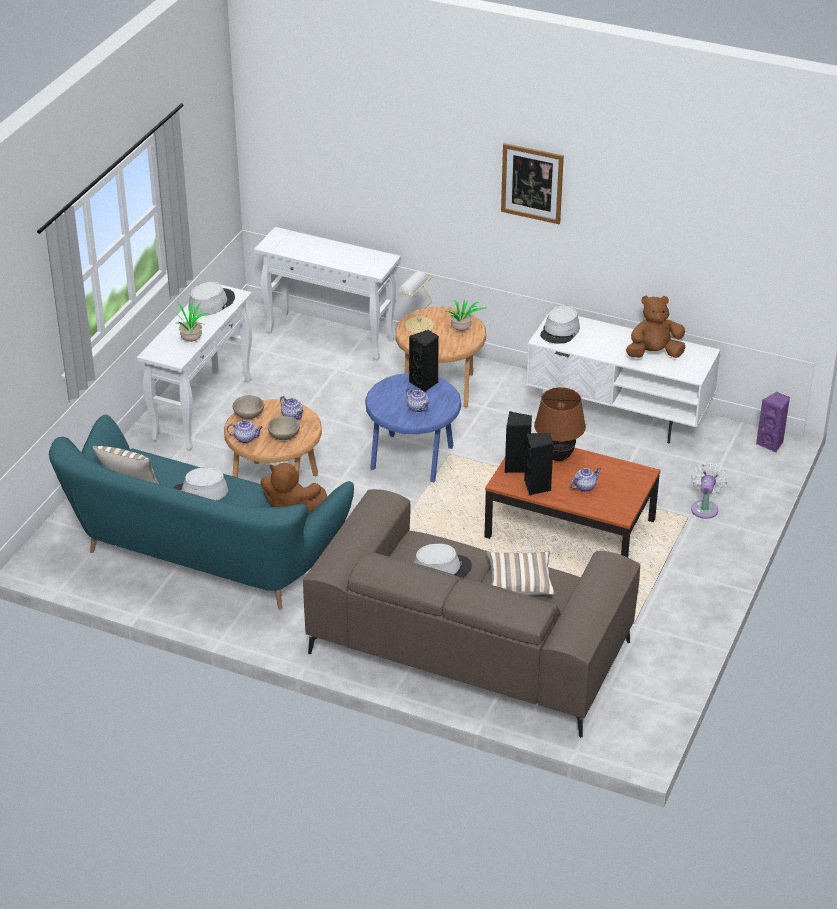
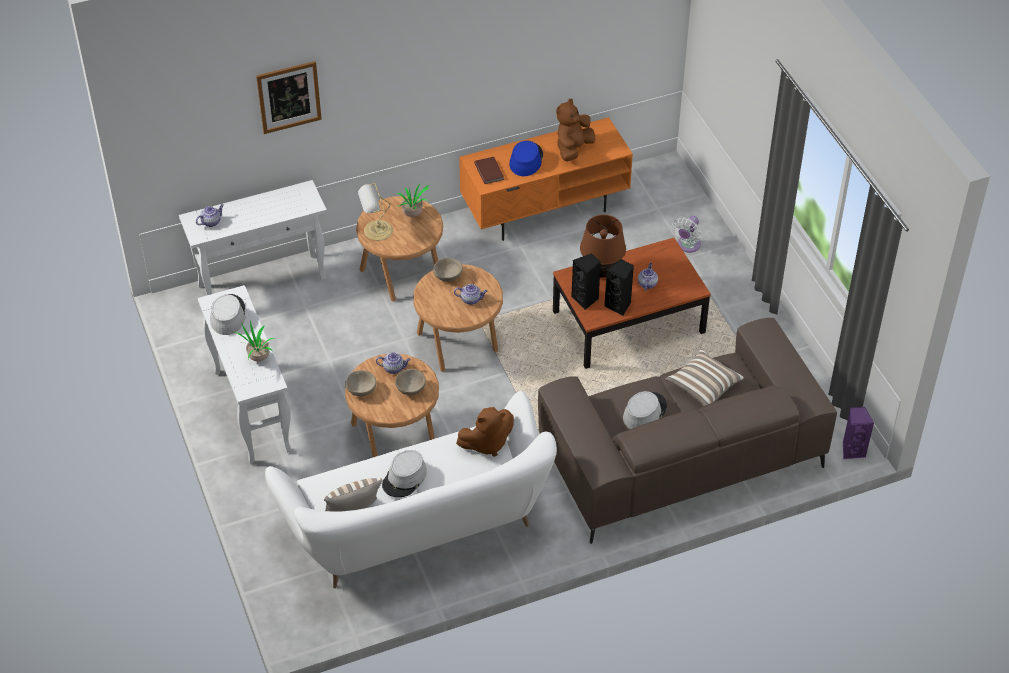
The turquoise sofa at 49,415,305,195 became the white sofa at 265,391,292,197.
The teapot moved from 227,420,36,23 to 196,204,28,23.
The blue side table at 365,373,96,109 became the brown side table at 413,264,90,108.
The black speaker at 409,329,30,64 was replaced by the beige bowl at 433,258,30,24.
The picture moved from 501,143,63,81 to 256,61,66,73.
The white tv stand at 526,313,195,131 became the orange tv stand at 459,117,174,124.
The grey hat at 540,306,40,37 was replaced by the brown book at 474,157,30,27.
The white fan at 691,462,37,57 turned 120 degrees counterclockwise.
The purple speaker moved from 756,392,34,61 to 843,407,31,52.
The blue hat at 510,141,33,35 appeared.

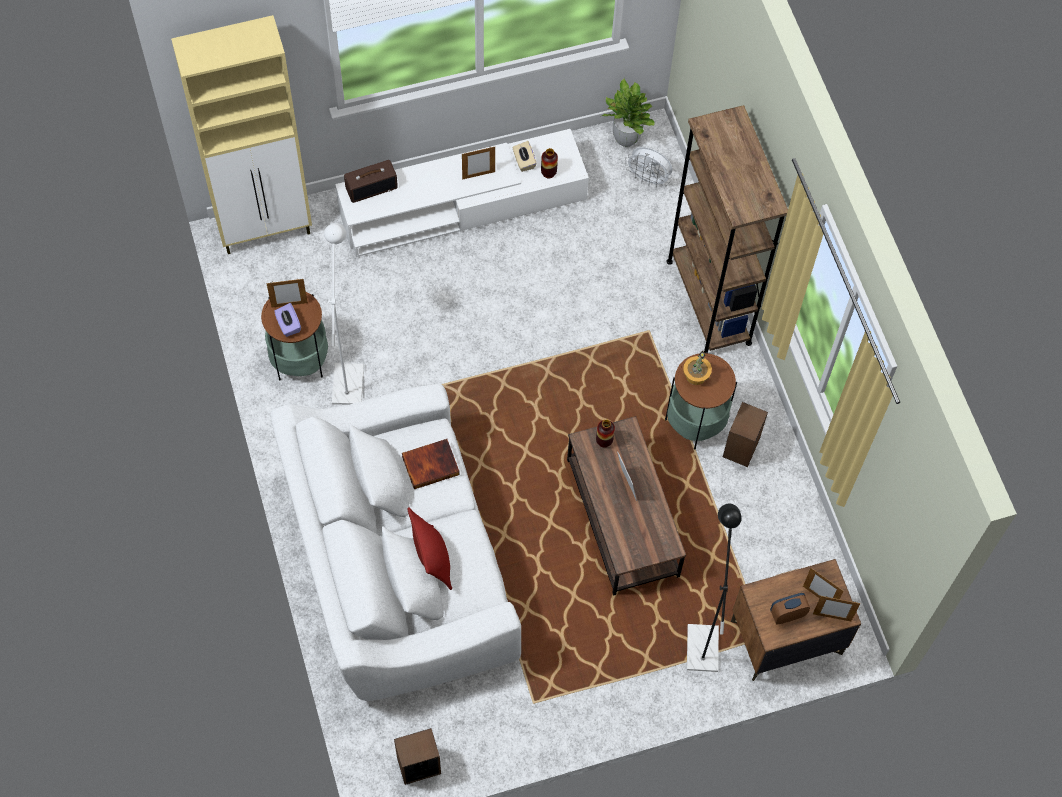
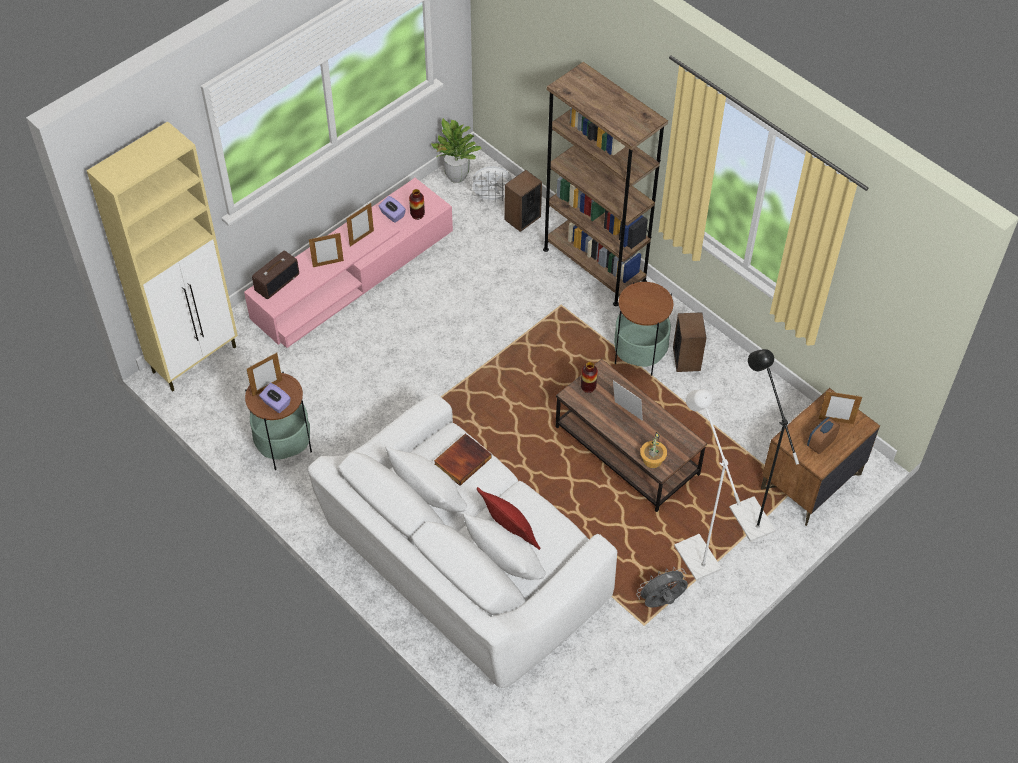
The white floor lamp moved from 324,223,40,182 to 674,389,67,192.
The white tv stand at 335,129,254,128 became the pink tv stand at 244,178,209,170.
The speaker moved from 394,728,47,57 to 505,170,37,62.
The beige tissue box at 512,141,25,31 became the purple tissue box at 379,196,27,27.
The potted plant moved from 683,351,29,34 to 640,432,27,36.
The picture frame moved from 813,596,47,25 to 309,233,35,34.
The grey fan at 636,567,52,40 appeared.

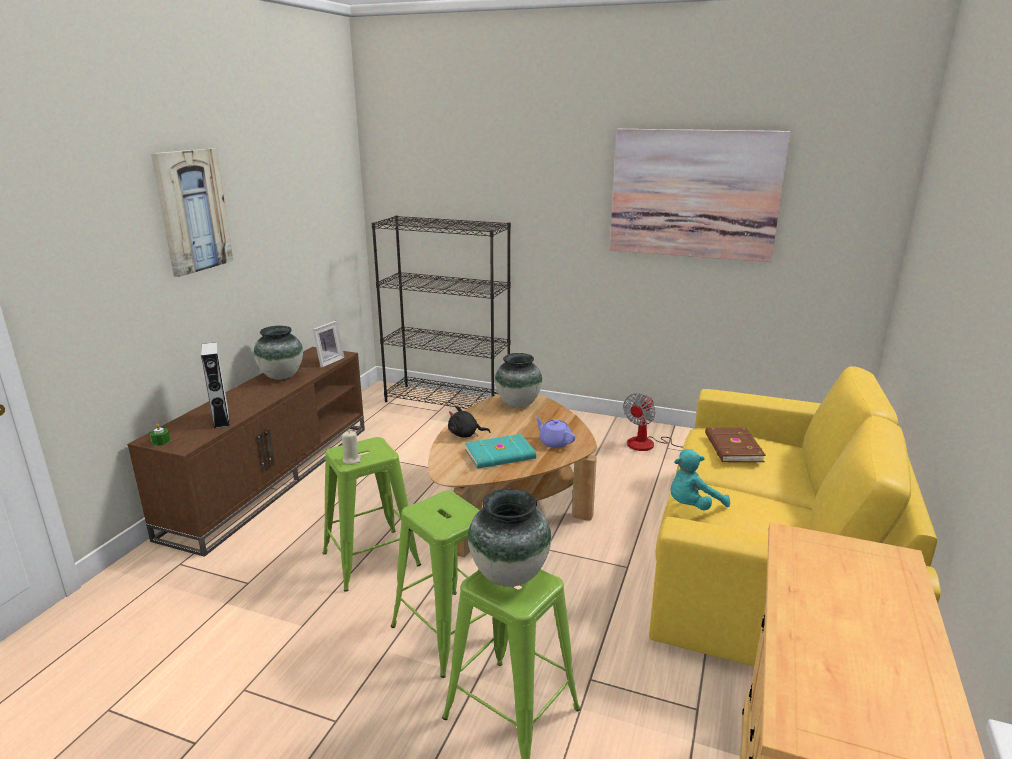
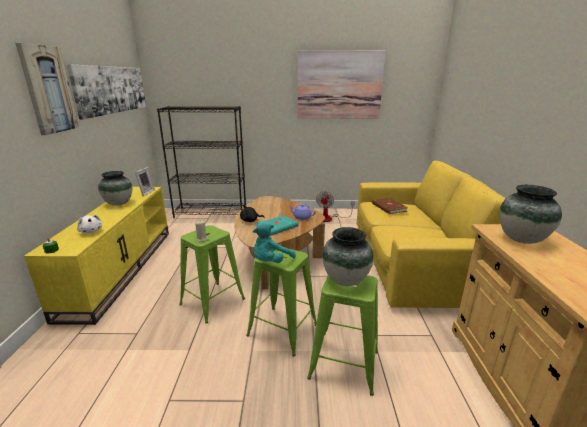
The brown tv stand at 127,347,238,210 became the yellow tv stand at 24,187,145,138.
The grey speaker at 201,342,29,86 was replaced by the white plush toy at 77,215,25,19.
The vase moved from 495,353,47,55 to 499,185,63,59.
The turquoise plush toy moved from 670,449,60,61 to 253,221,43,42.
The picture at 66,64,80,56 appeared.

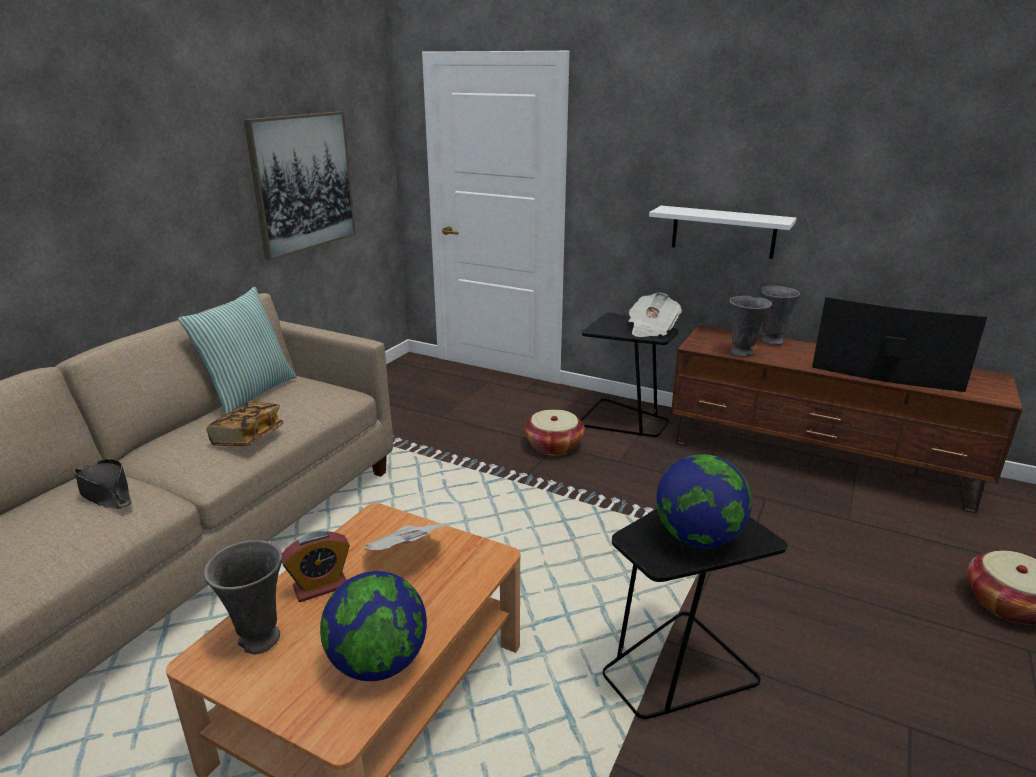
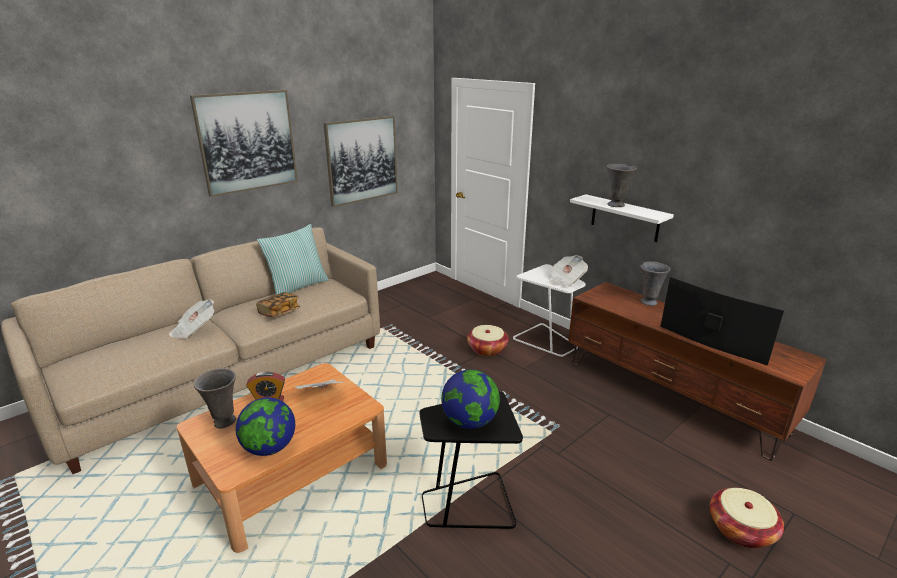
The black hat at 74,459,58,50 was replaced by the newspaper at 169,299,46,40.
The black side table at 580,312,98,125 became the white side table at 513,264,73,93.
The grey vase moved from 729,296,43,61 to 607,164,30,43.
The picture at 190,90,108,107 appeared.

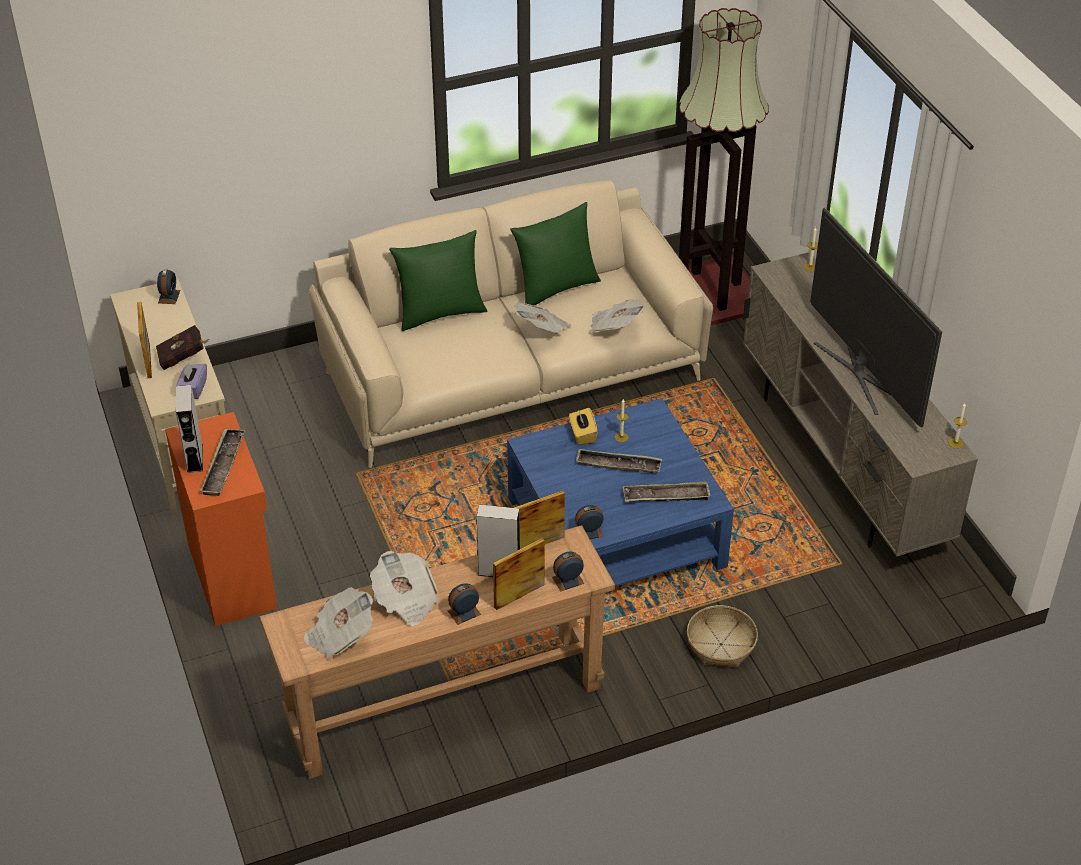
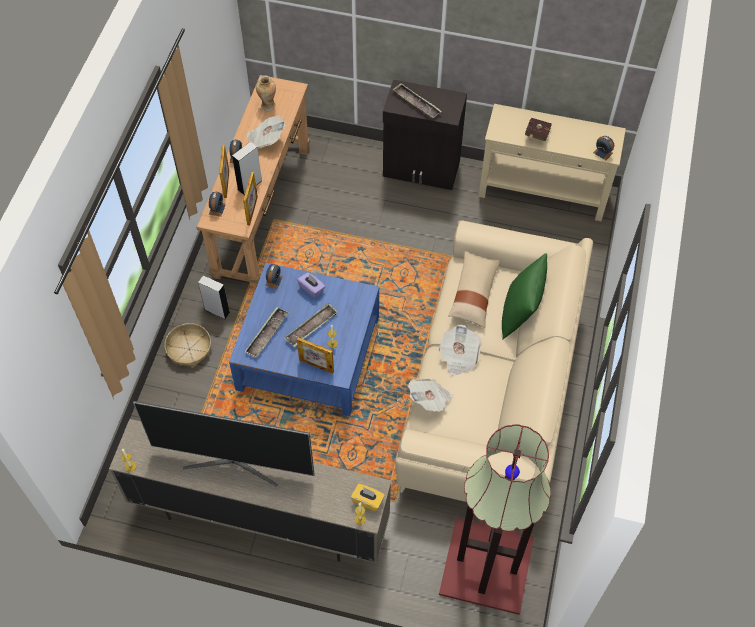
The picture frame moved from 137,302,15,76 to 297,337,37,37.
The orange cabinet at 165,412,112,214 became the black cabinet at 383,80,84,110.
The purple tissue box moved from 176,362,31,37 to 297,272,28,26.
The grey speaker moved from 176,385,27,88 to 198,275,32,44.
The newspaper at 304,587,69,72 was replaced by the vase at 256,75,20,36.
The green pillow at 510,202,91,103 disappeared.
The yellow tissue box moved from 569,408,29,37 to 351,484,34,28.
The beige pillow at 448,250,53,78 appeared.

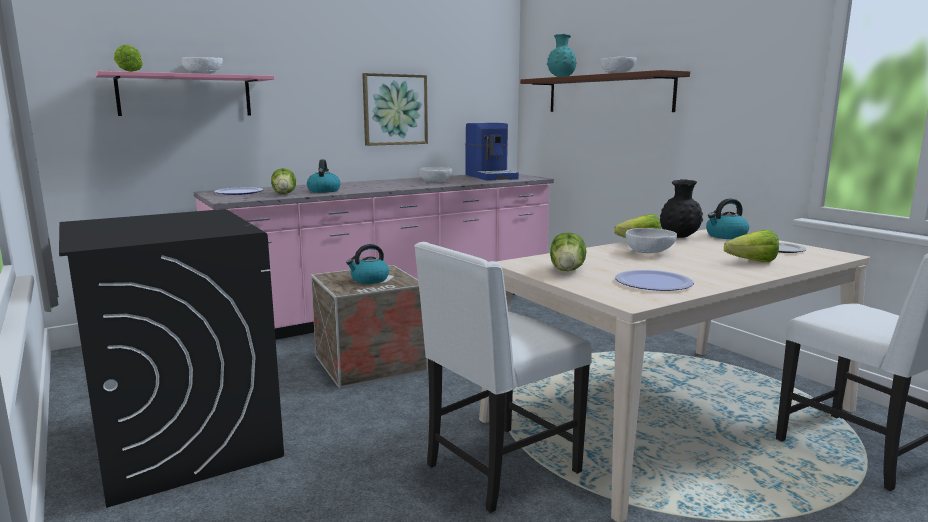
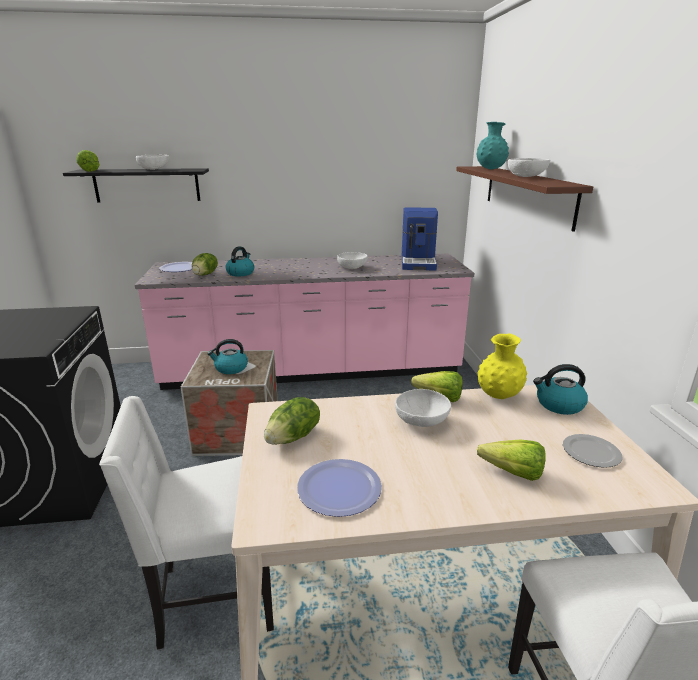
The pink shelf at 95,71,179,45 became the black shelf at 63,168,146,35.
The picture at 362,73,66,73 disappeared.
The black vase at 660,179,43,59 became the yellow vase at 477,333,50,66.

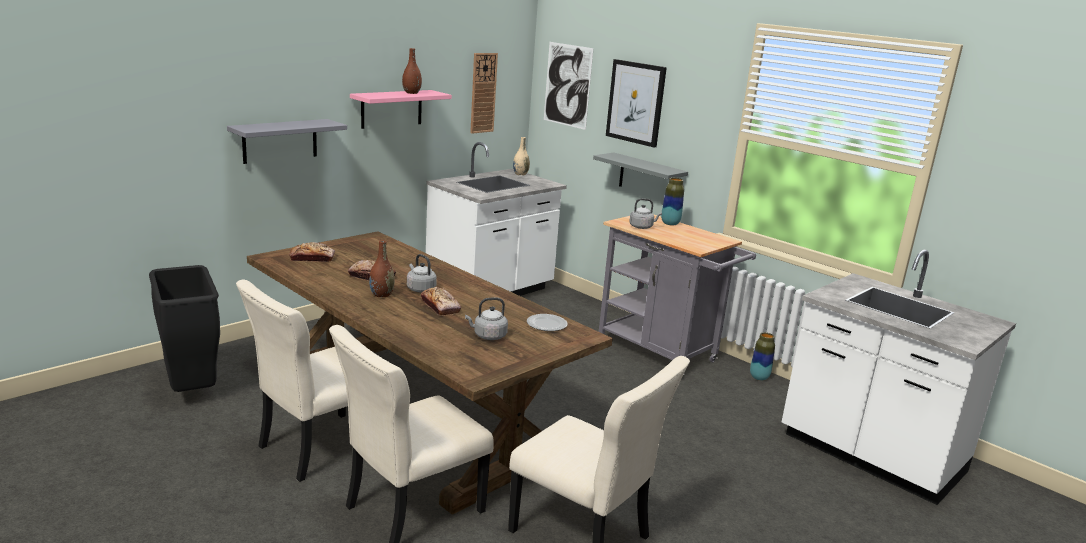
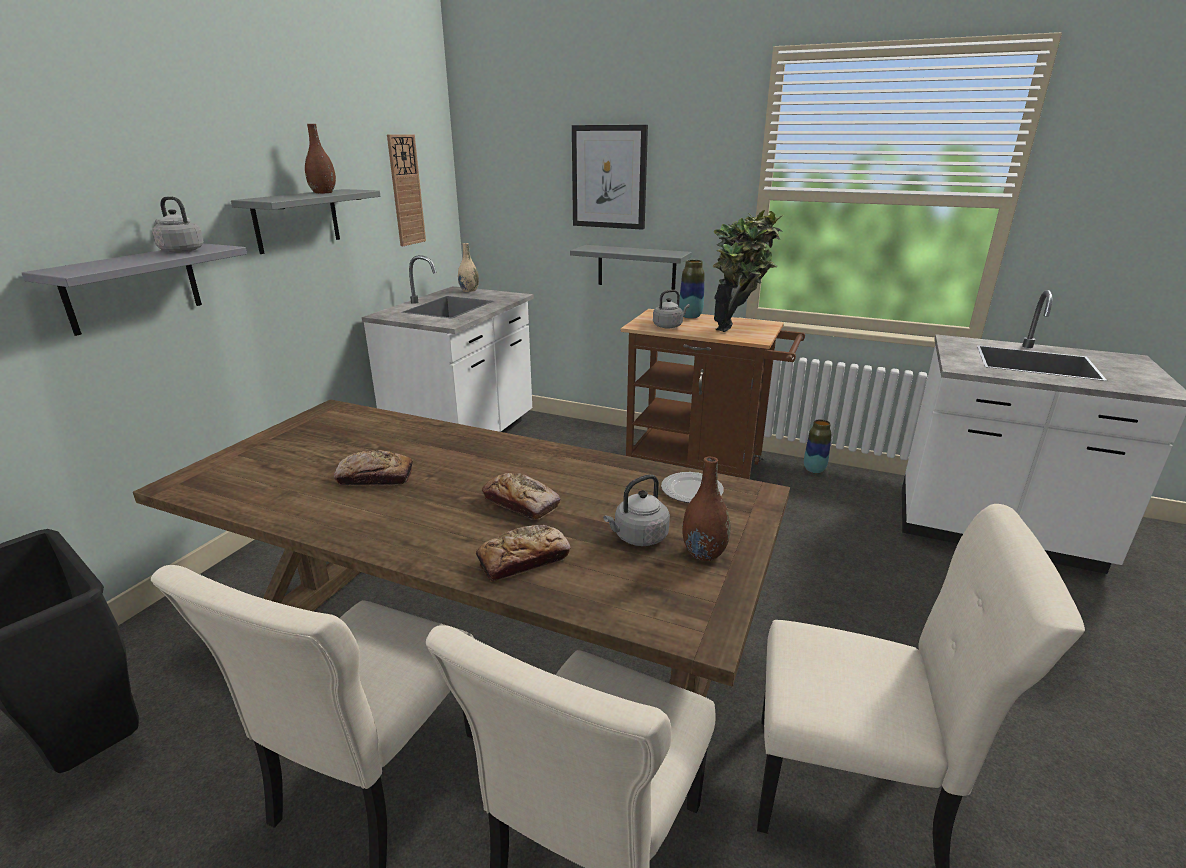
The bread moved from 289,242,46,20 to 476,525,95,57.
The pink shelf at 350,90,102,39 became the grey shelf at 231,189,149,65.
The brown vase moved from 369,240,26,57 to 682,457,49,104.
The grey kettle moved from 407,254,30,39 to 152,196,52,57.
The picture at 544,42,50,88 disappeared.
The grey cart at 599,214,157,161 became the brown cart at 620,309,185,170.
The potted plant at 713,210,71,122 appeared.

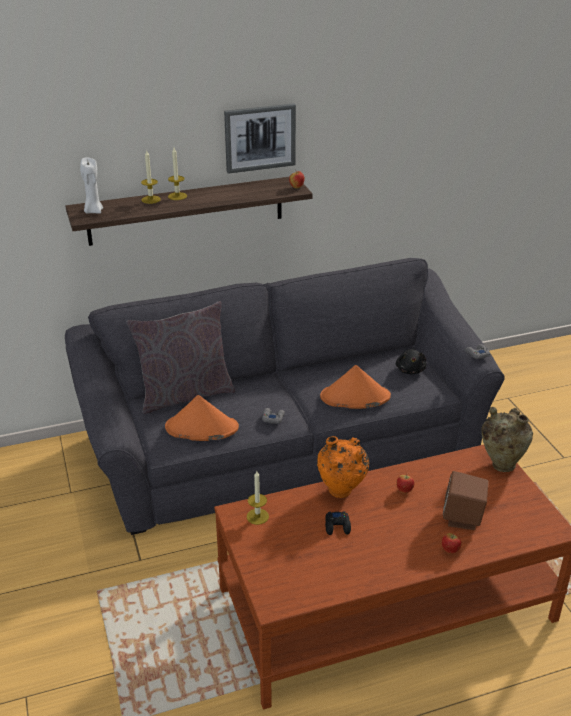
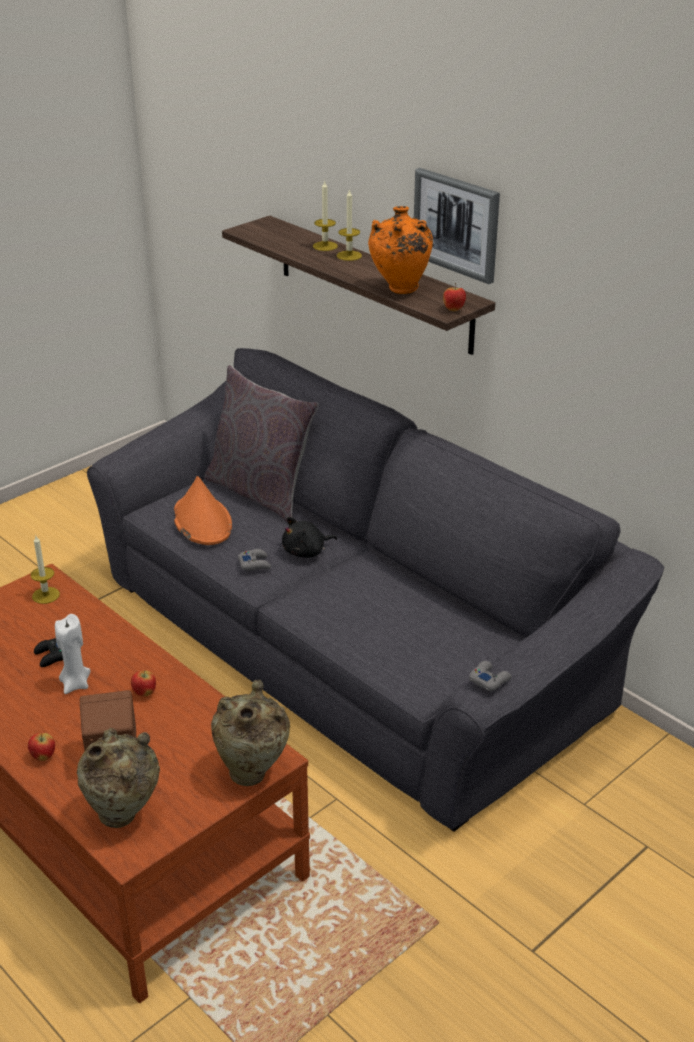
The white candle moved from 80,158,23,56 to 55,614,36,80.
The orange vase moved from 317,436,52,62 to 368,206,65,88.
The orange hat at 320,365,71,44 disappeared.
The black plush toy moved from 396,349,30,25 to 282,517,55,41.
The beige vase at 77,728,83,100 appeared.

